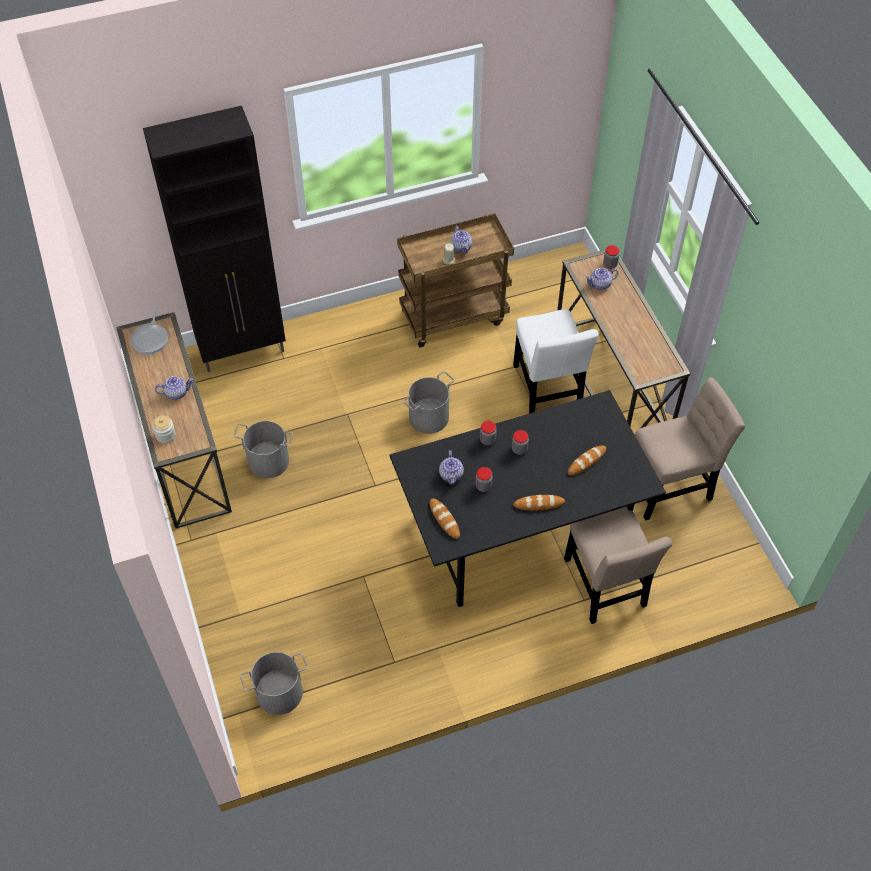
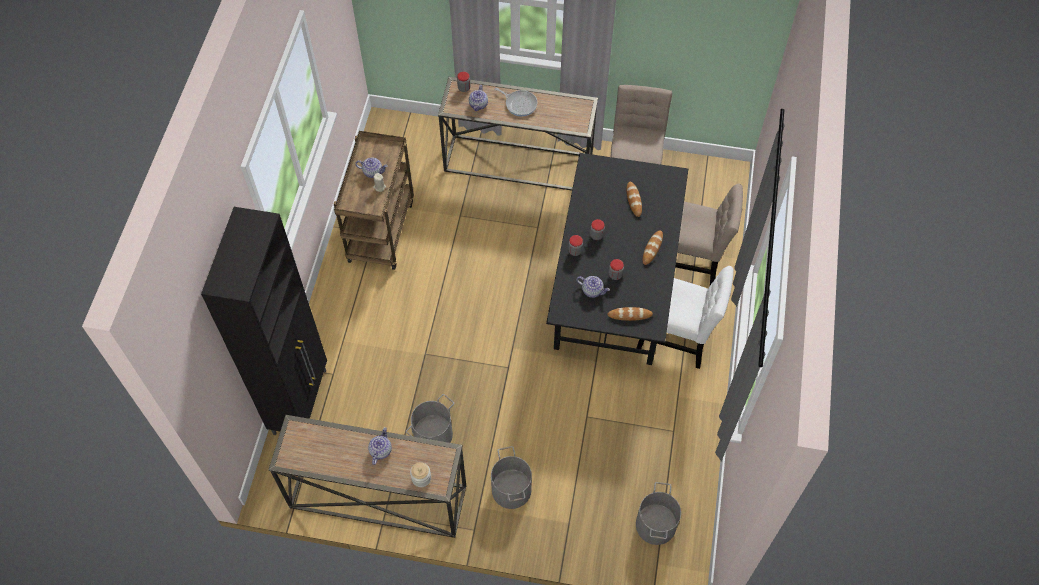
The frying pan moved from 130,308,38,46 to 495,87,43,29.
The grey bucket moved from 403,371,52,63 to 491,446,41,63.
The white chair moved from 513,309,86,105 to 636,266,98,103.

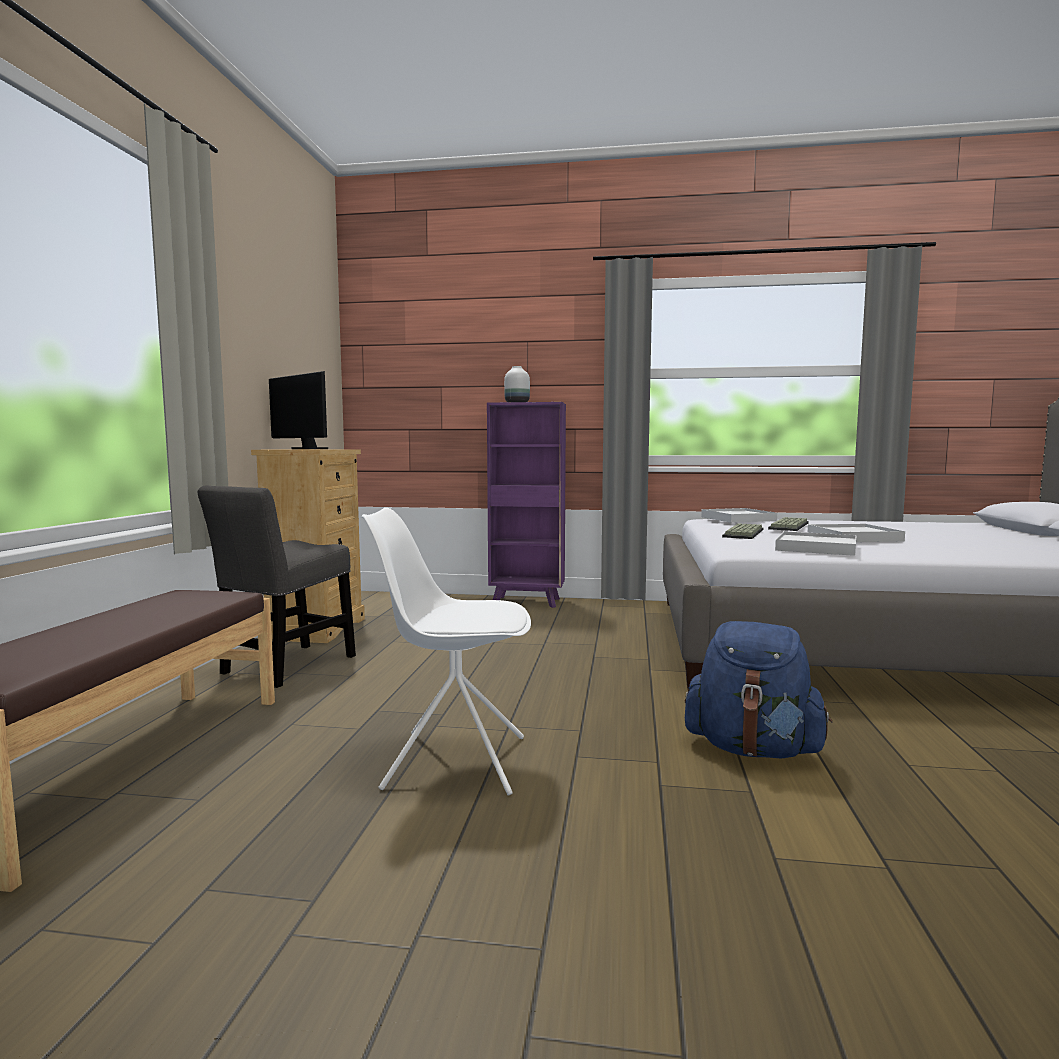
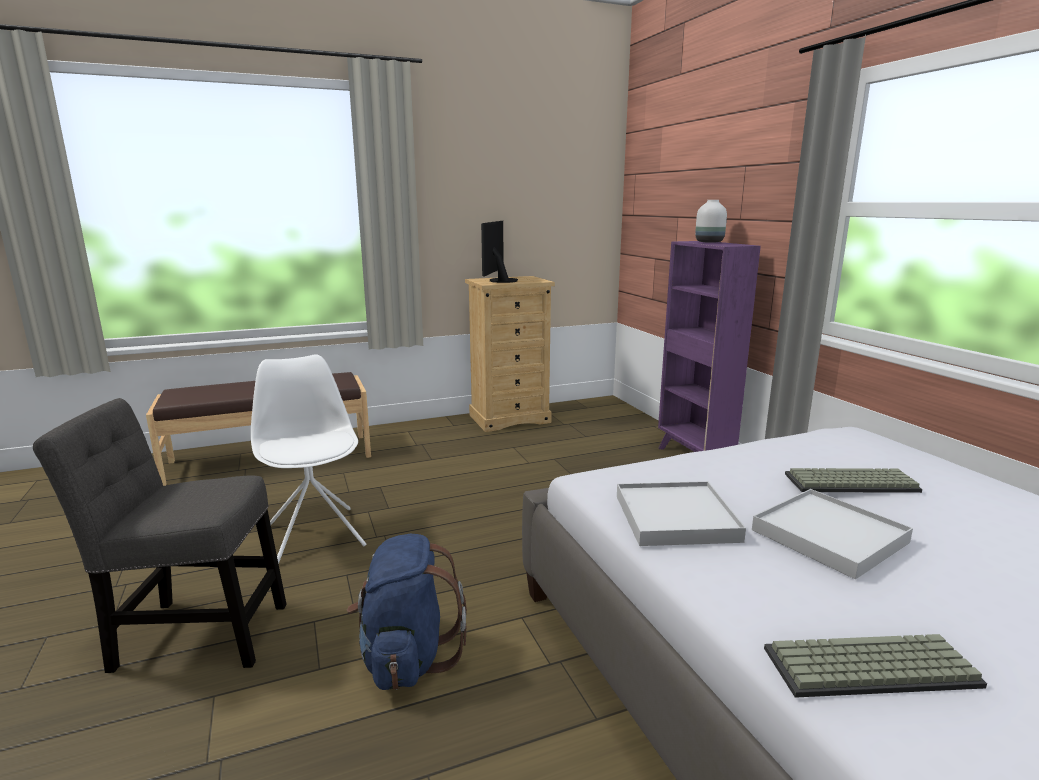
The grey chair moved from 198,486,158,202 to 33,398,253,275.
The white tray at 701,508,76,15 disappeared.
The keyboard moved from 722,523,41,16 to 764,634,223,64.

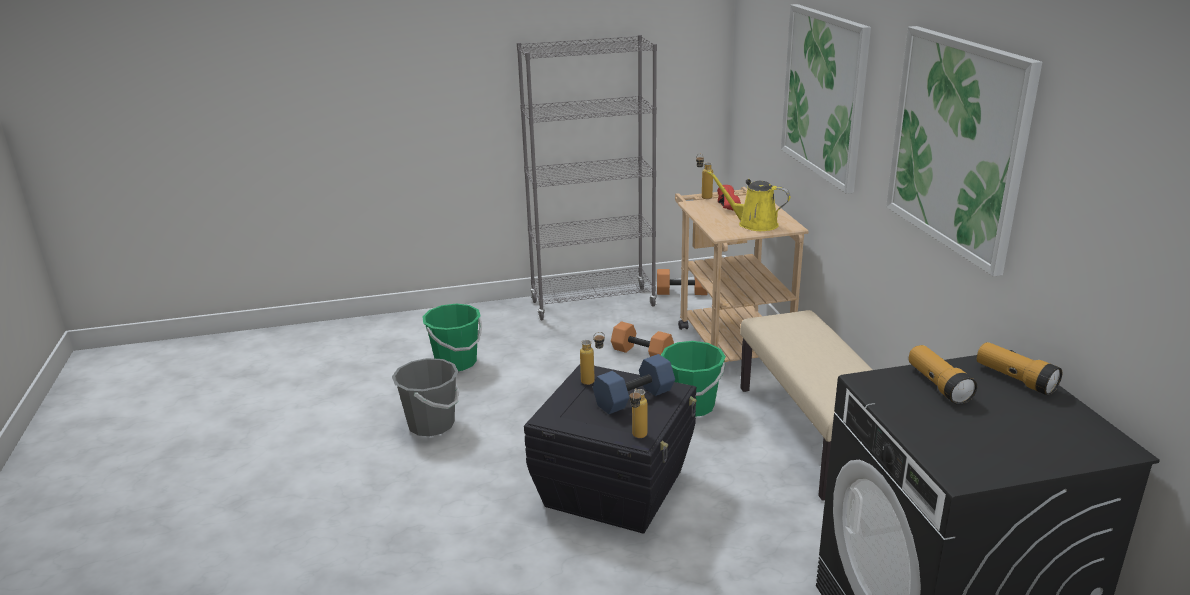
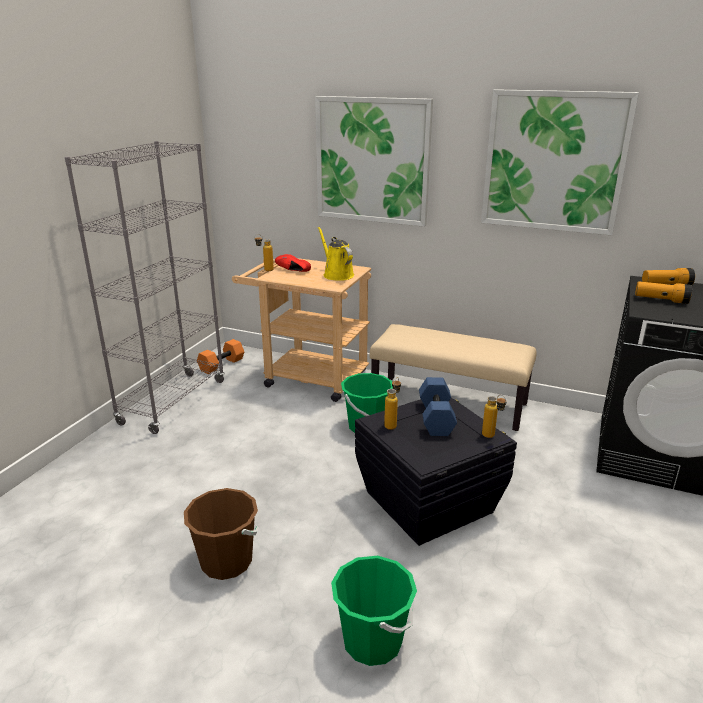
The grey bucket at 392,358,67,78 became the brown bucket at 184,488,75,92.
The green bucket moved from 422,304,60,67 to 331,556,86,110.
The orange dumbbell at 611,321,63,36 disappeared.
The yellow watering can at 707,171,83,60 turned 90 degrees clockwise.

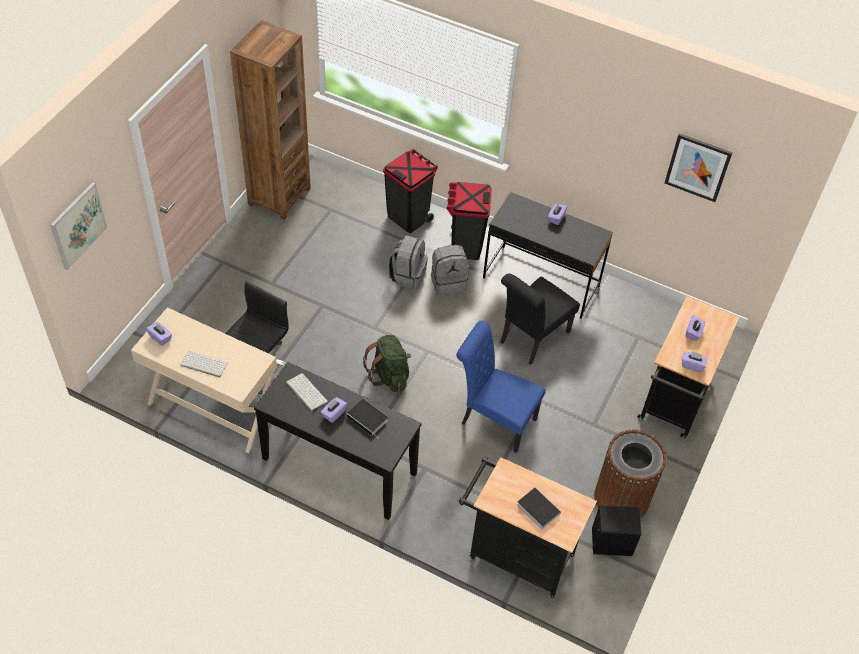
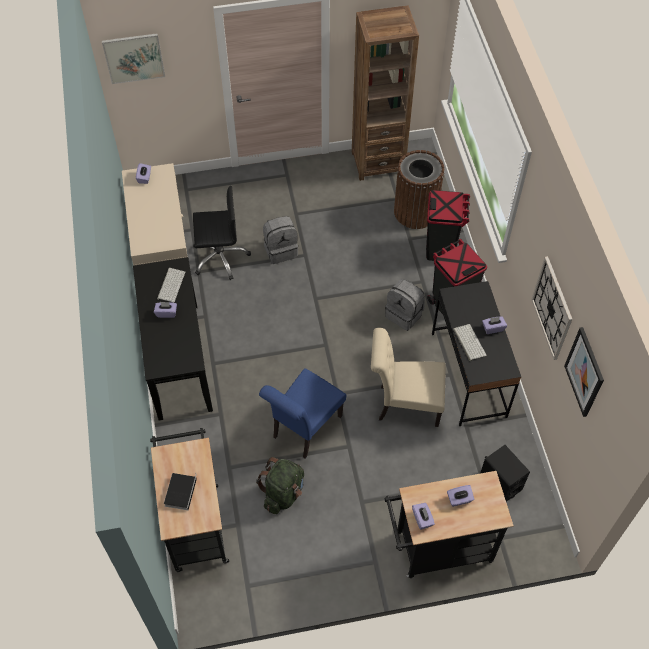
The keyboard moved from 180,351,48,27 to 453,324,34,37.
The book at 347,399,41,39 disappeared.
The green backpack moved from 363,335,48,57 to 256,457,48,57.
The grey backpack moved from 388,235,40,55 to 263,216,35,48.
The blue chair at 456,321,90,132 turned 135 degrees counterclockwise.
The black chair at 501,273,79,92 became the beige chair at 371,328,75,99.
The black speaker moved from 592,506,49,50 to 481,445,49,57.
The brown trash can moved from 594,430,73,88 to 394,150,50,79.
The wall clock at 531,256,41,104 appeared.

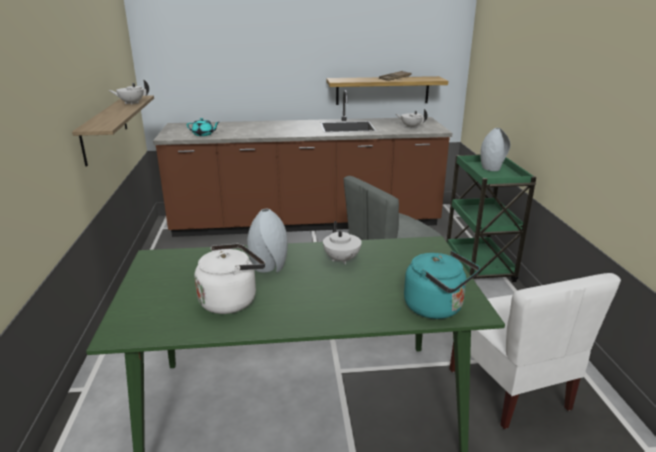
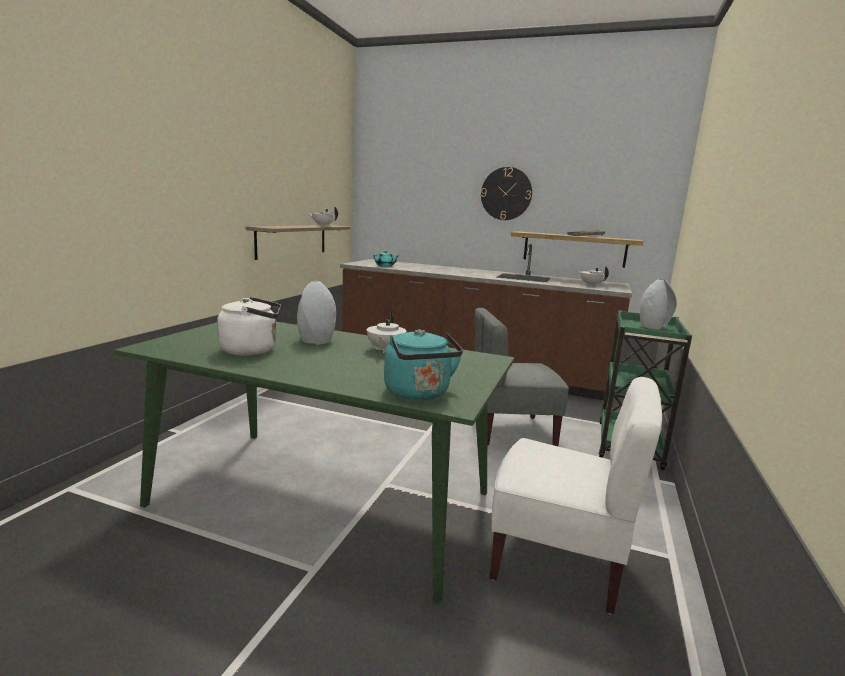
The white chair at 449,273,172,156 turned 75 degrees counterclockwise.
The wall clock at 481,167,51,53 appeared.

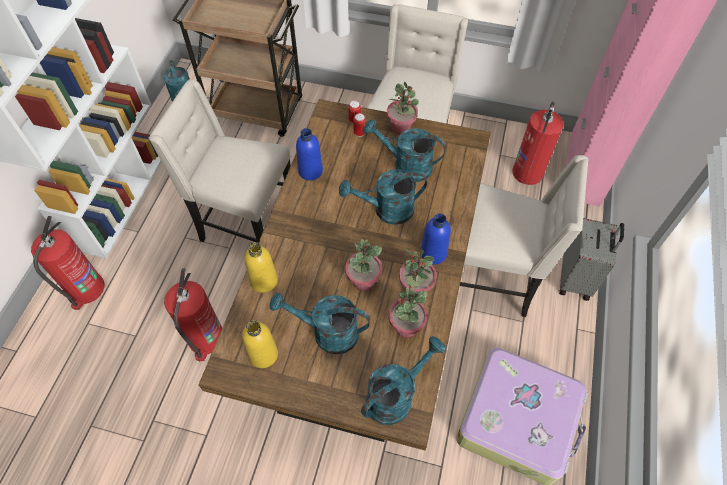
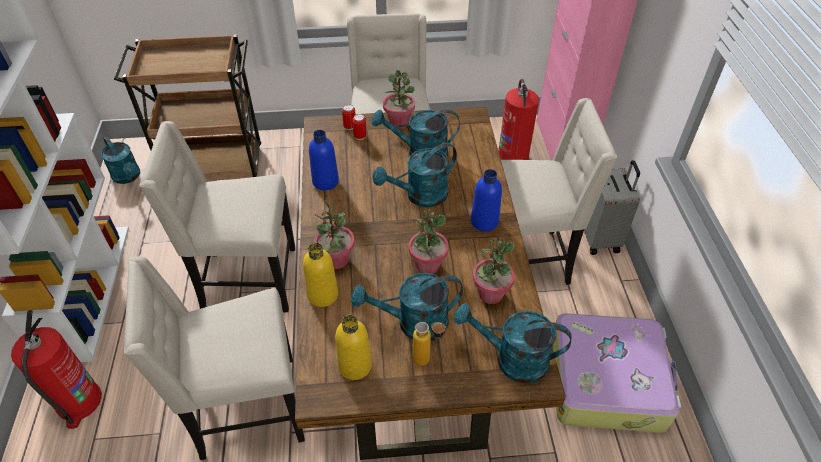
The fire extinguisher at 164,268,59,93 was replaced by the beige chair at 124,256,181,204.
The turquoise watering can at 361,336,85,89 turned 105 degrees counterclockwise.
The potted plant moved from 399,242,38,53 to 314,202,41,67.
The bottle at 413,322,34,44 appeared.

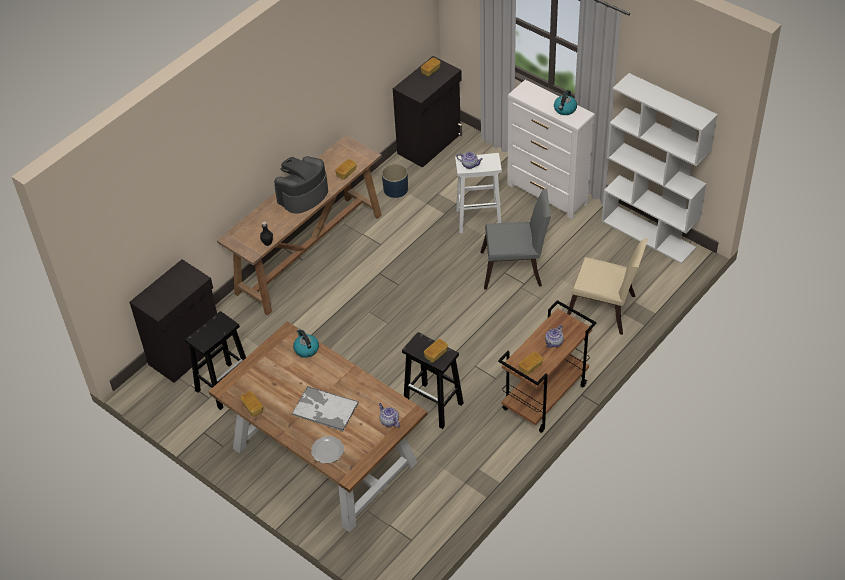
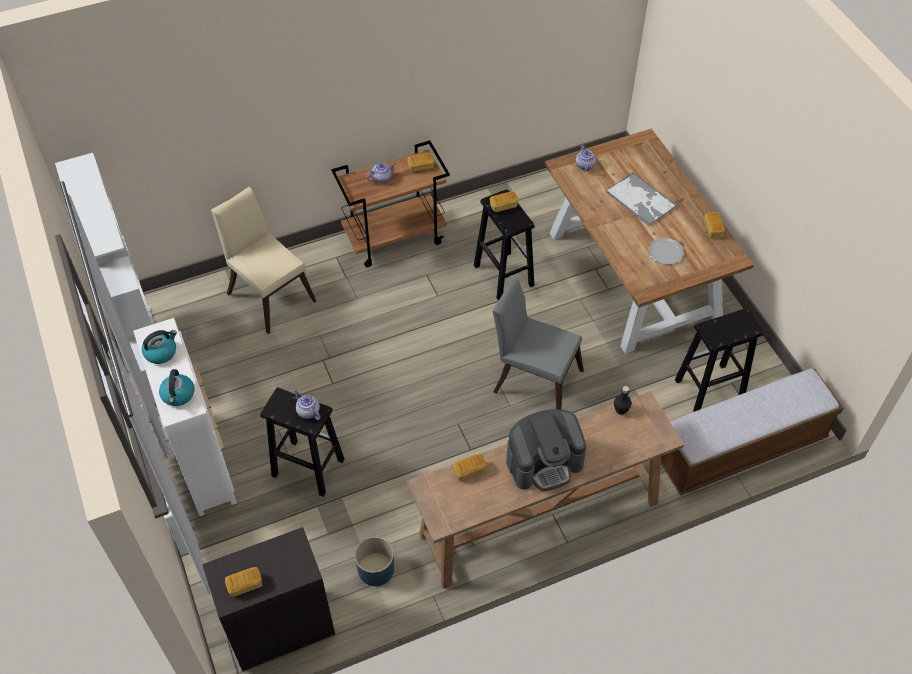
The black cabinet at 129,259,88,124 was replaced by the bench at 661,369,183,126.
The kettle moved from 293,329,26,29 to 159,369,35,37.
The plate moved from 311,436,33,27 to 648,238,36,27.
The white stool at 455,153,47,80 became the black stool at 260,387,85,110.
The grey chair moved from 480,188,71,102 to 493,276,91,134.

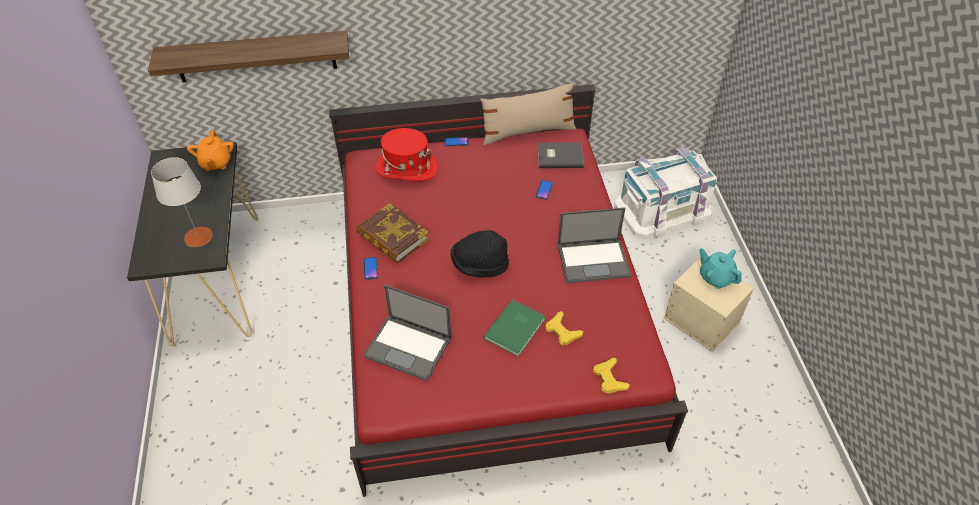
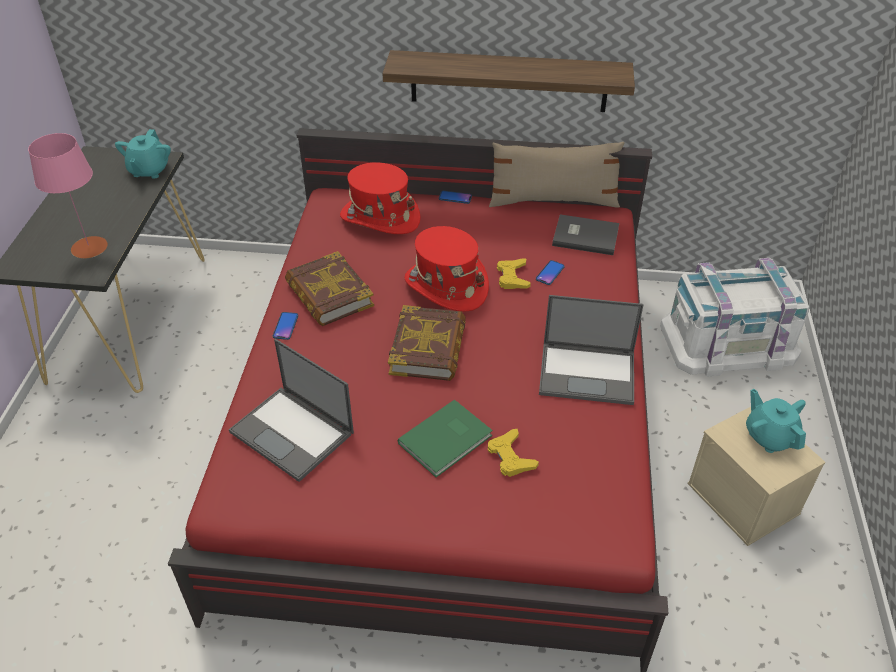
The shelf moved from 148,31,201,51 to 382,50,253,62.
The grey table lamp at 151,157,62,90 became the pink table lamp at 28,133,80,125.
The orange teapot at 187,130,47,41 became the turquoise teapot at 115,129,56,50.
The black hat at 451,230,58,48 was replaced by the book at 388,305,78,76.
The yellow game controller moved from 593,358,37,36 to 497,258,34,31.
The red hat at 404,226,85,86 appeared.

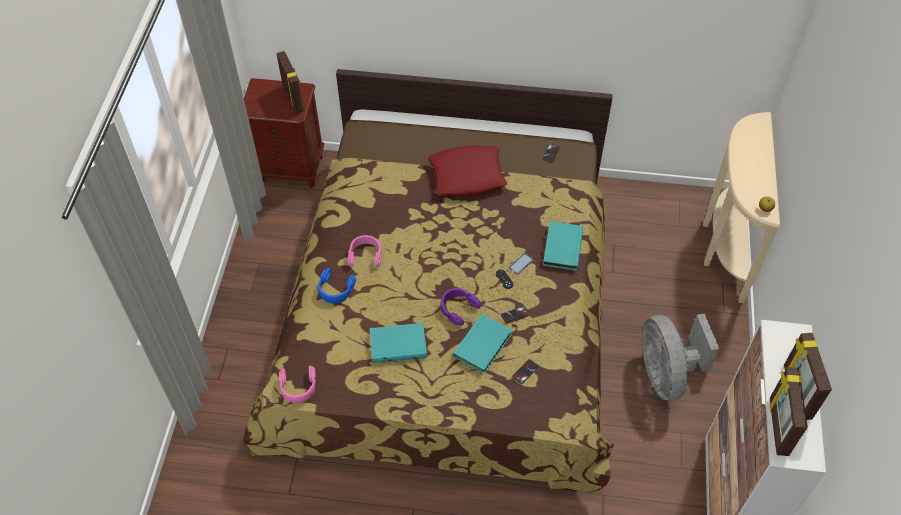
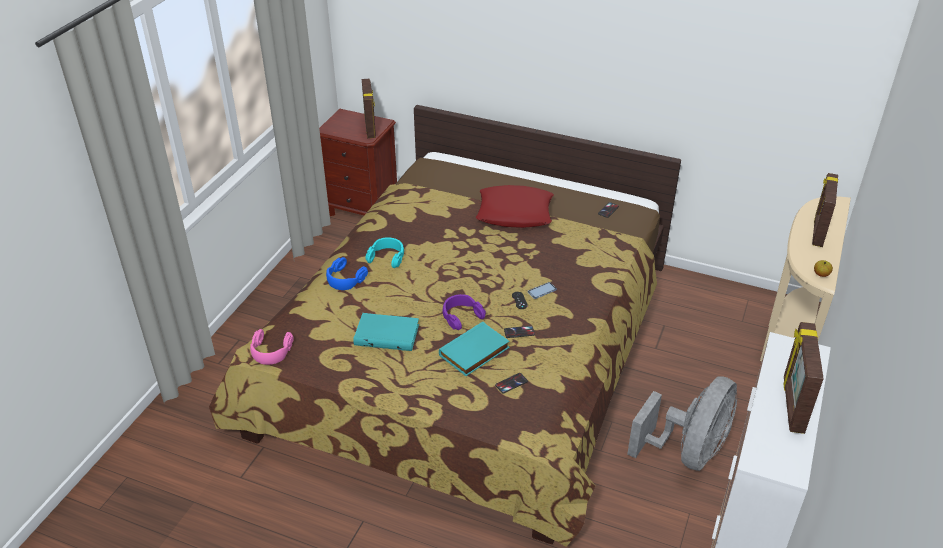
The pink headphones at 348,235,33,32 became the turquoise headphones at 365,237,39,31.
The turquoise book at 543,221,40,50 disappeared.
The grey fan at 641,313,78,88 turned 150 degrees counterclockwise.
The picture frame moved from 770,367,38,89 to 812,173,26,74.

